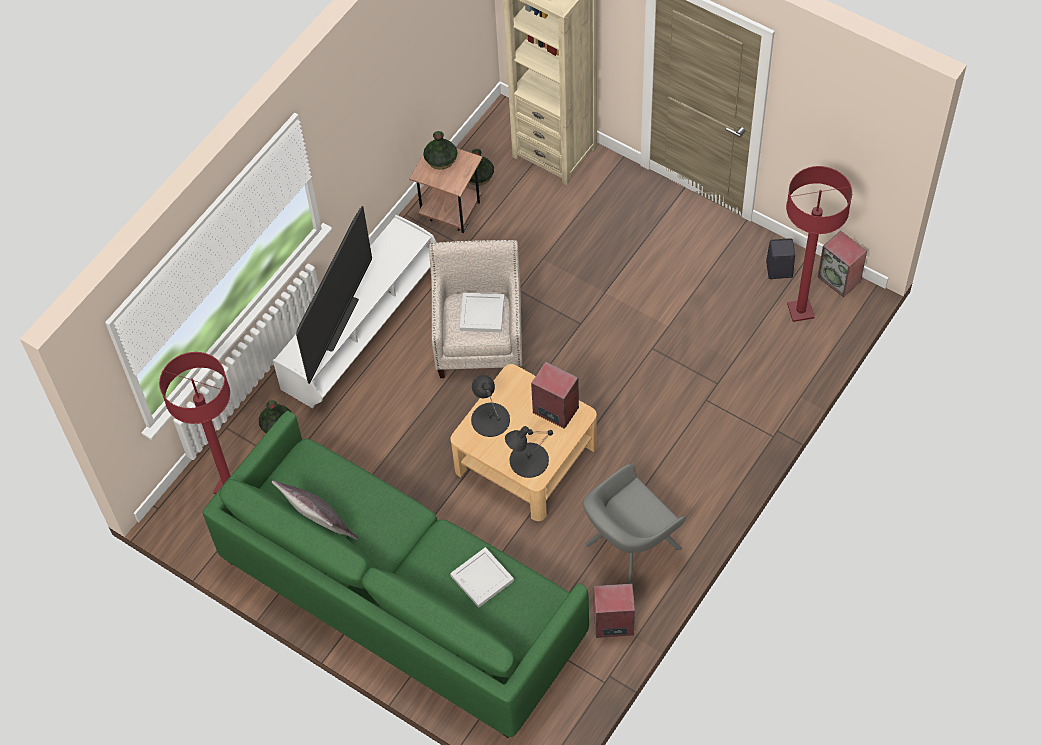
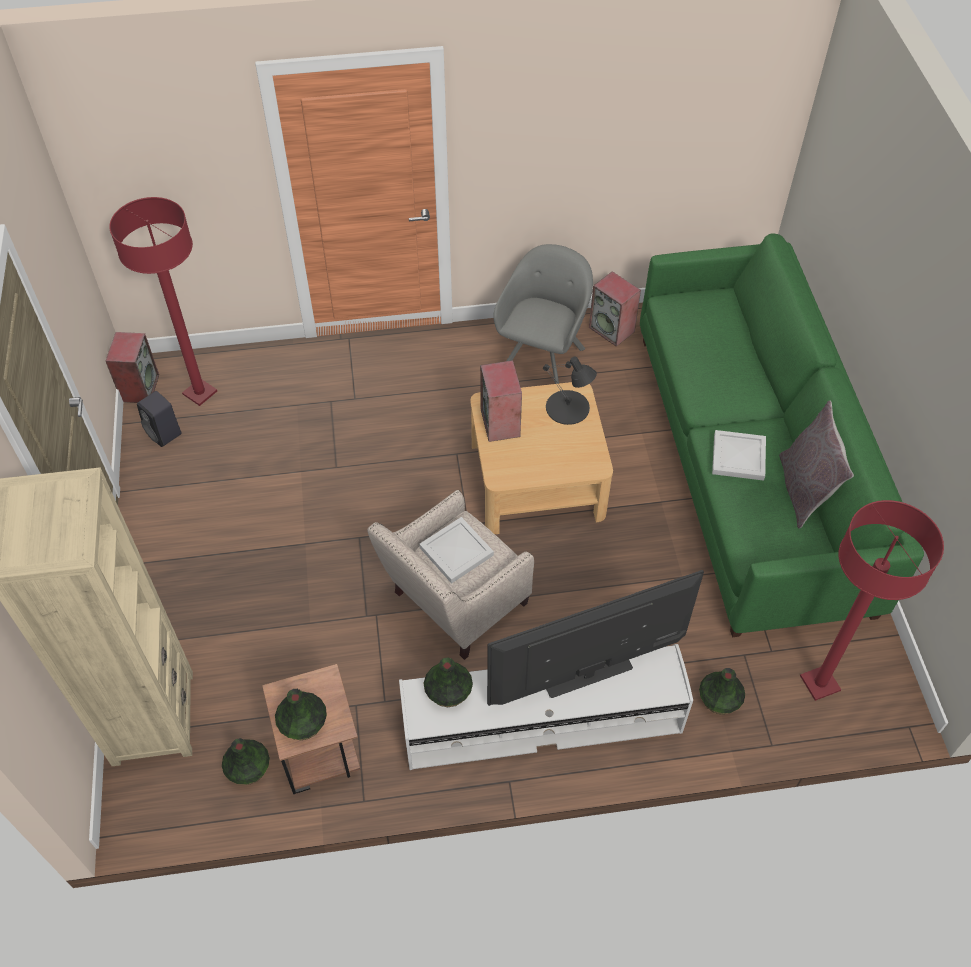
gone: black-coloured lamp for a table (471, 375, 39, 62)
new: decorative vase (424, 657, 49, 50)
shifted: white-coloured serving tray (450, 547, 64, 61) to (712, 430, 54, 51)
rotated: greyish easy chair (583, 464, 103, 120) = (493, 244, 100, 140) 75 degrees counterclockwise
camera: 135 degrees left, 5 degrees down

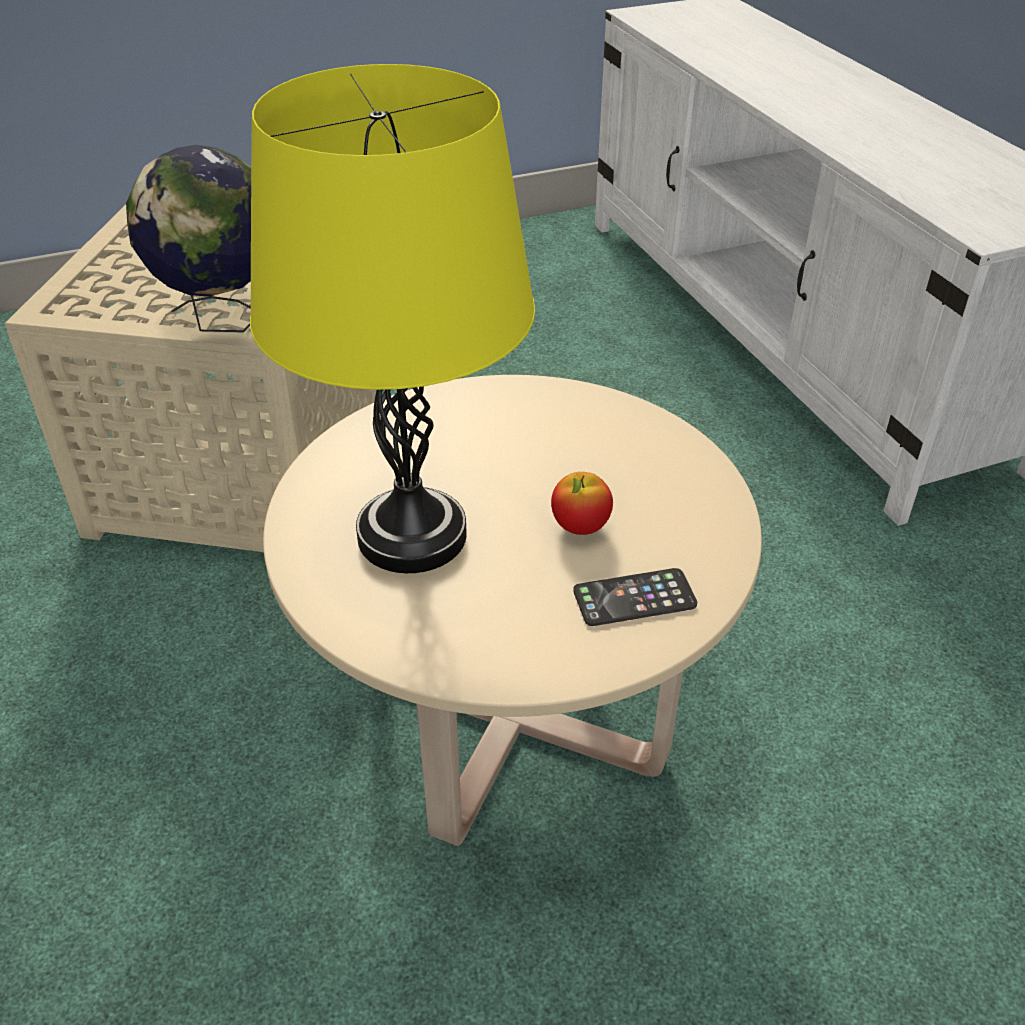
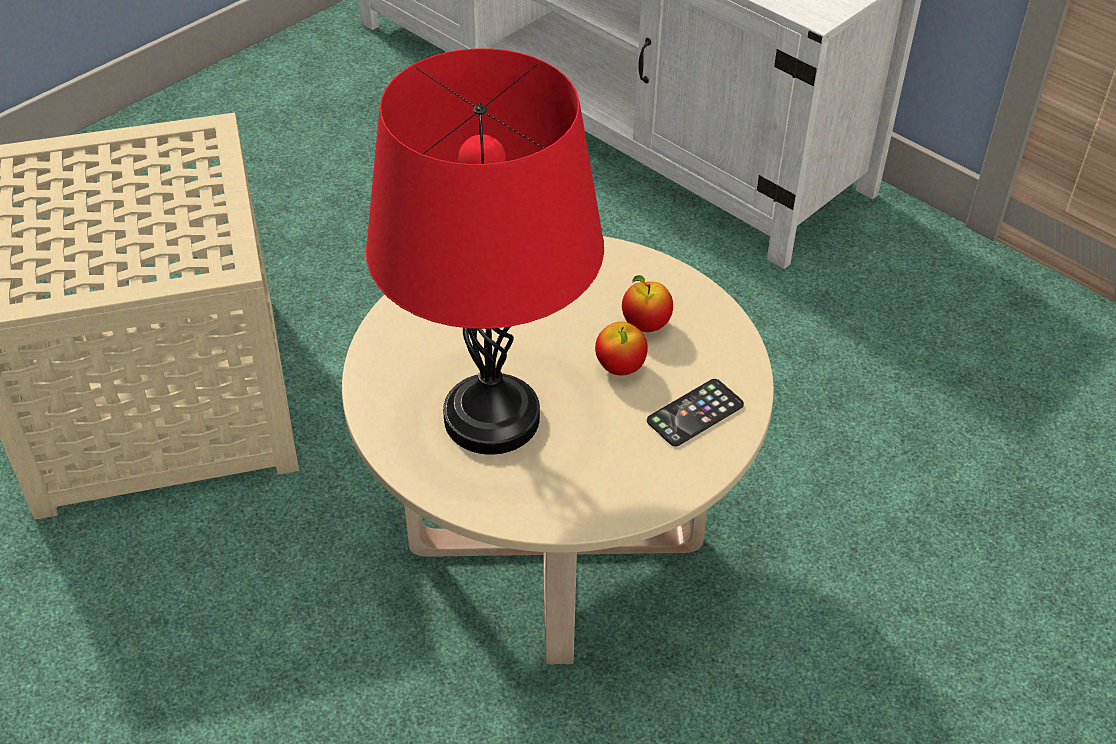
gone: world globe (126, 145, 125, 187)
new: whole apple (622, 275, 51, 57)
repainted: yellowish lamp for a table (250, 64, 285, 509) to red-coloured lamp for a table (366, 48, 238, 407)
camera: 25 degrees left, 5 degrees up

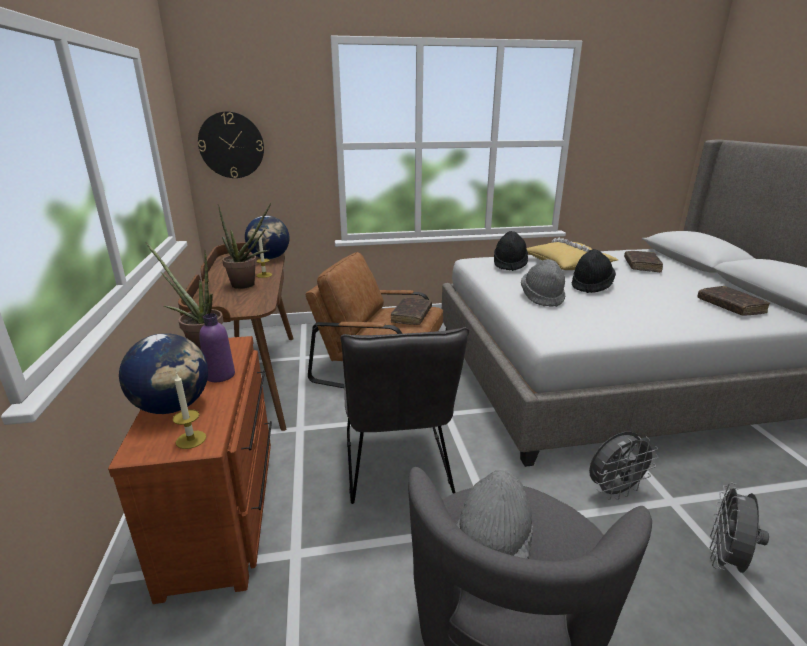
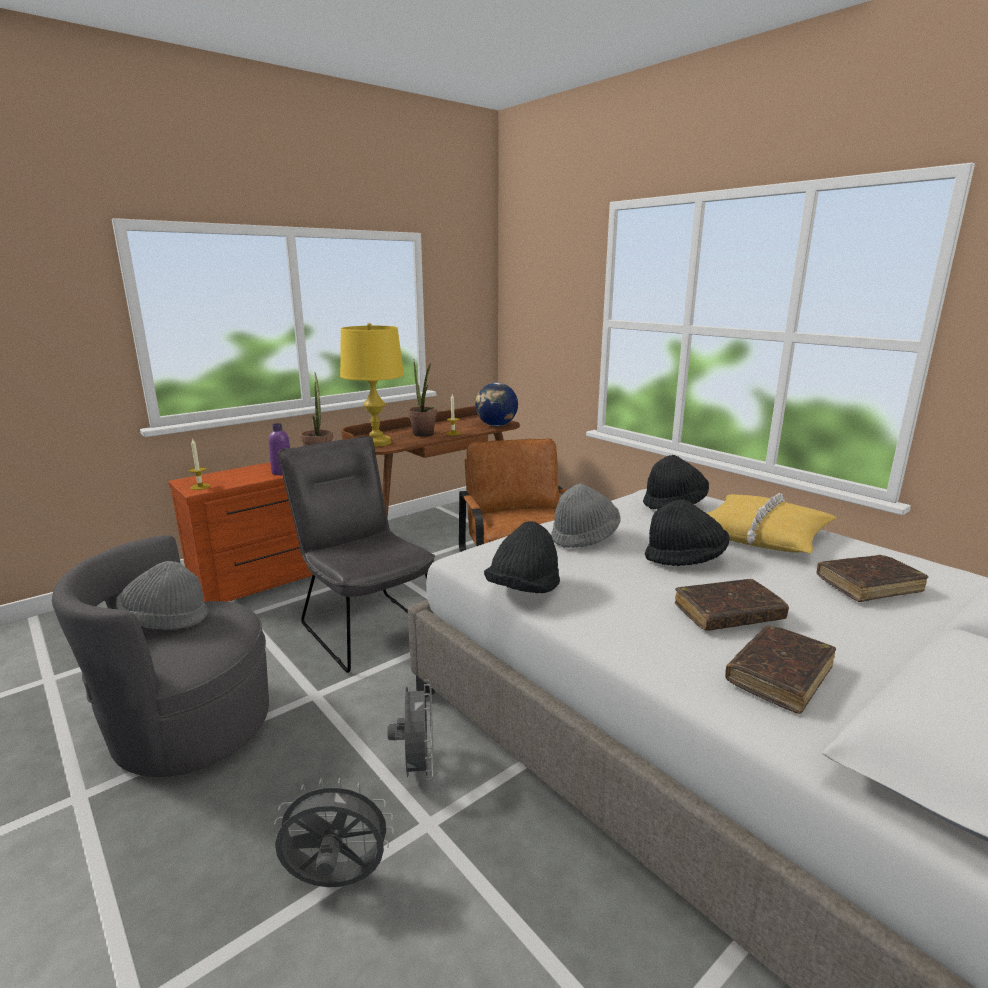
gone: world globe (119, 333, 89, 81); clock on the wall (198, 111, 66, 67)
new: yellowish lamp for a table (340, 323, 64, 124); black-coloured clothing hat (484, 521, 76, 72)
shifted: brown-coloured bound book (390, 298, 42, 27) to (675, 579, 114, 52)
rotated: greyish chair (340, 327, 129, 177) = (278, 436, 157, 237) 90 degrees clockwise; greyish fan (589, 432, 70, 68) = (387, 680, 47, 101) 135 degrees counterclockwise
camera: 60 degrees right, 5 degrees down

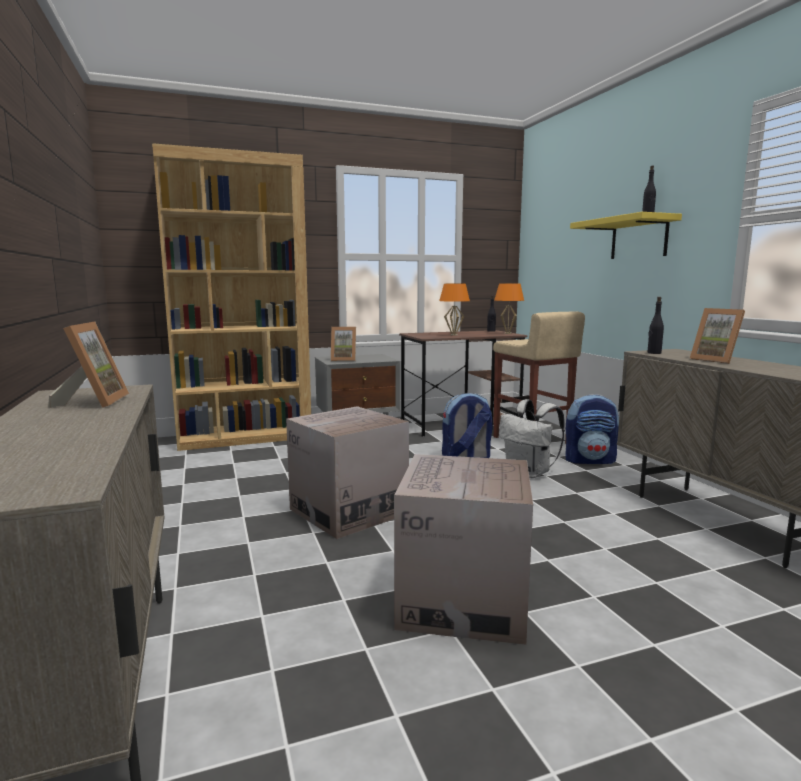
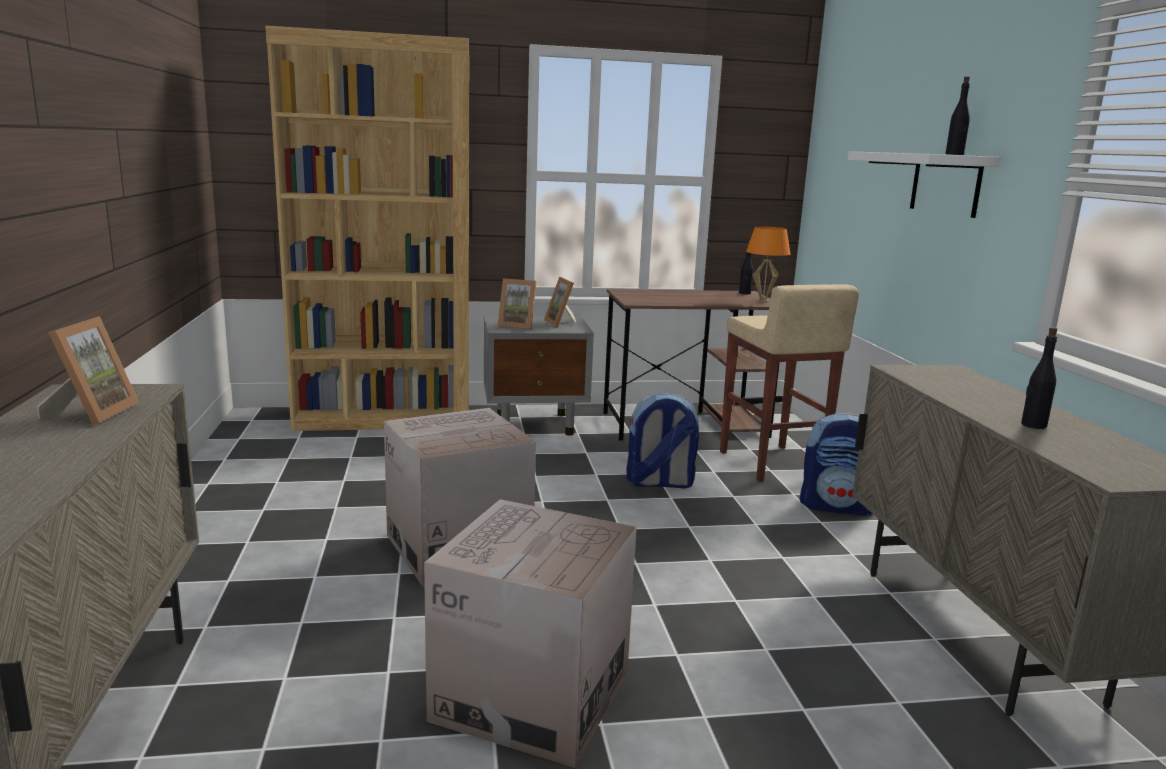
gone: orange-coloured lamp for a table (439, 284, 31, 51); white-coloured rucksack (499, 399, 66, 79)
shifted: picture frame (690, 308, 55, 56) to (544, 276, 32, 52); black-coloured bottle (647, 297, 17, 57) to (1021, 327, 36, 102)
repainted: yellowish wall shelf (570, 212, 112, 47) to white-coloured wall shelf (848, 151, 152, 67)
camera: 10 degrees right, 5 degrees up

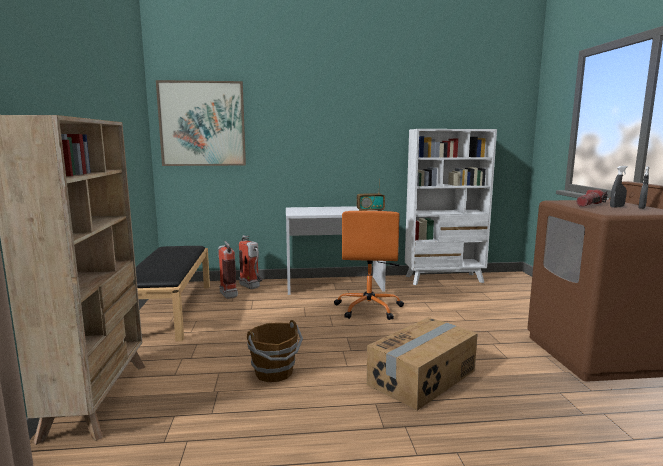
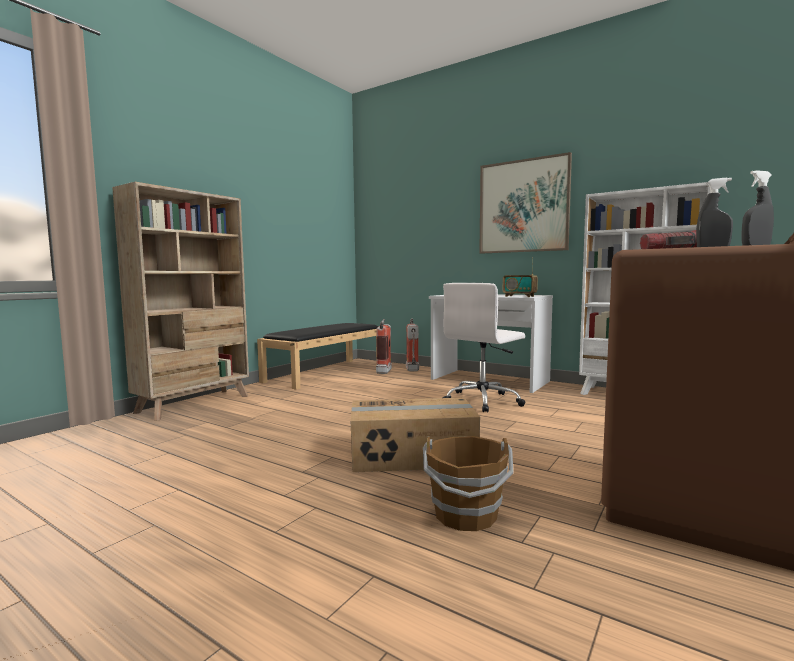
shifted: brown-coloured bucket (247, 320, 56, 62) to (423, 436, 91, 95); wall picture (156, 80, 90, 86) to (479, 152, 93, 102)
repainted: orange-coloured computer chair (334, 211, 70, 109) to white-coloured computer chair (443, 283, 82, 129)
camera: 40 degrees right, 5 degrees down

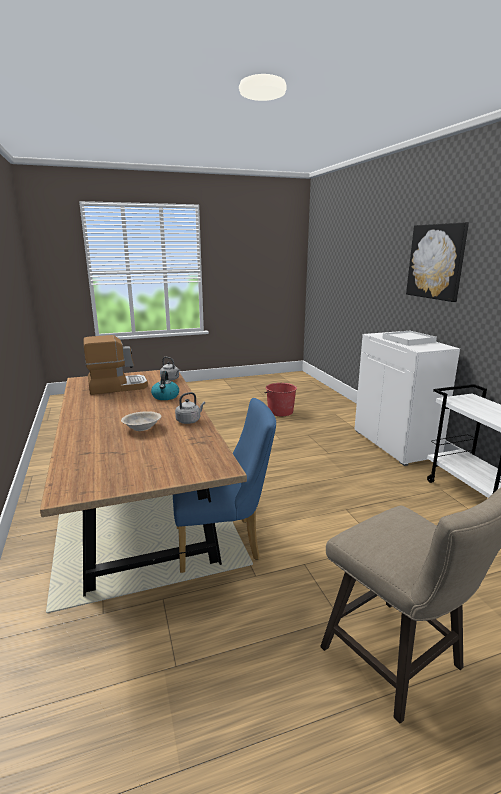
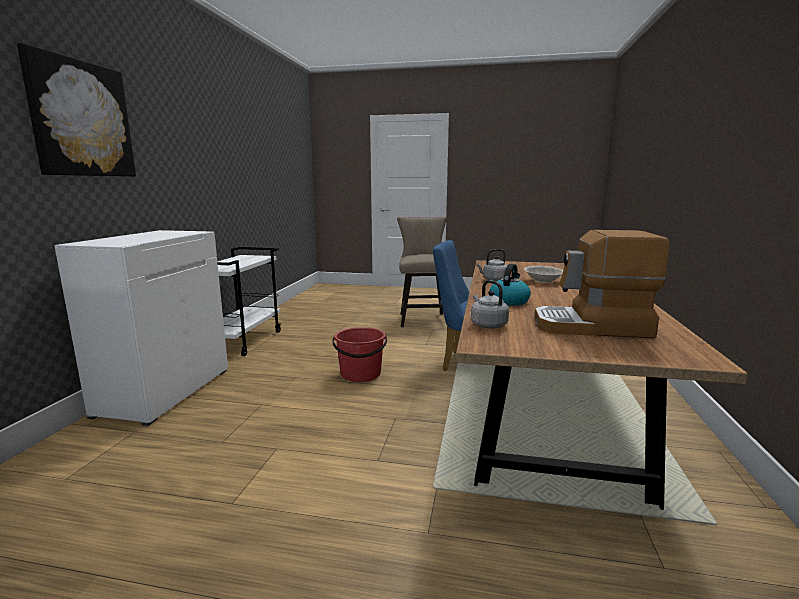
gone: white-coloured serving tray (382, 331, 55, 15)
shifted: red-coloured bucket (264, 383, 33, 33) to (332, 327, 55, 55)
camera: 150 degrees left, 5 degrees down

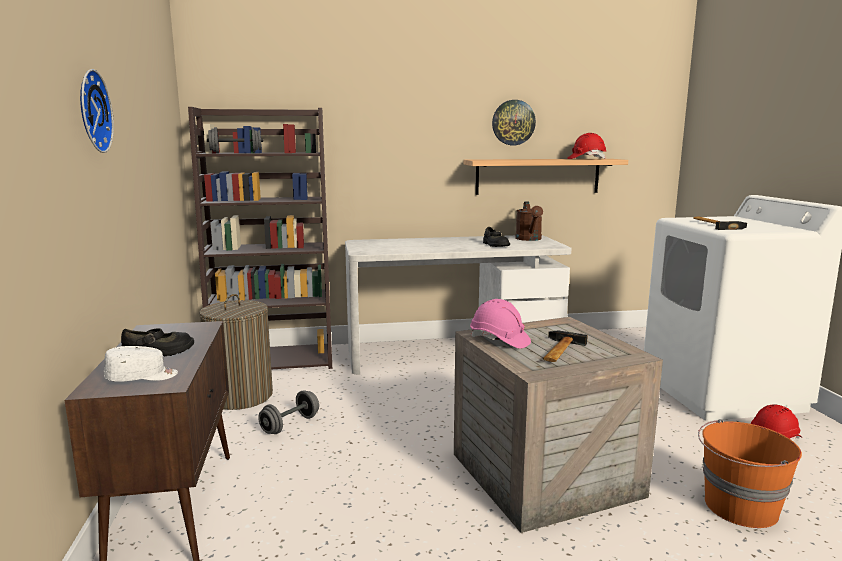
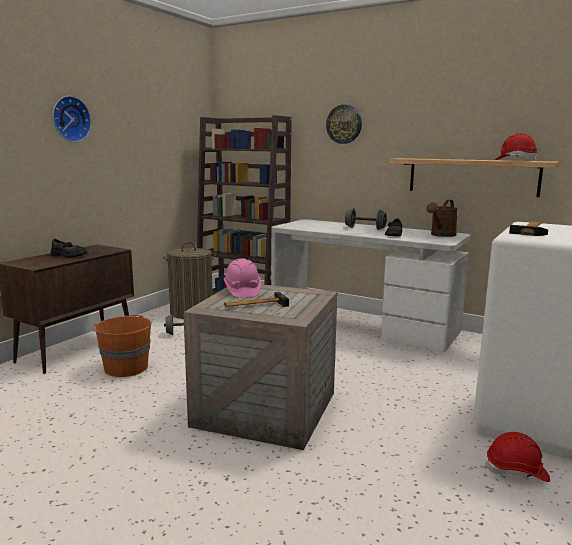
gone: white-coloured peaked cap (104, 346, 74, 36)
shifted: orange-coloured bucket (698, 419, 104, 109) to (92, 315, 60, 62); clock on the wall (492, 100, 44, 45) to (326, 105, 36, 39); greyish dumbbell (207, 127, 56, 26) to (345, 208, 42, 22)
camera: 40 degrees right, 0 degrees up

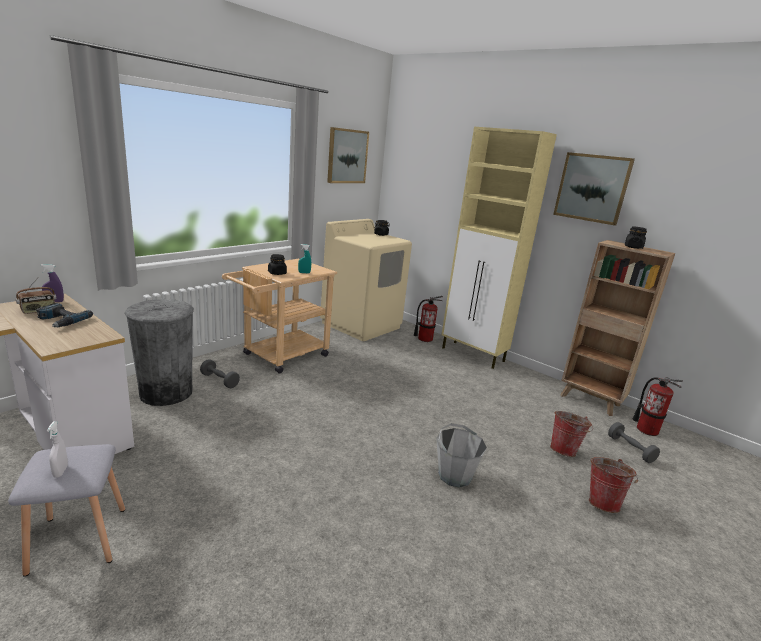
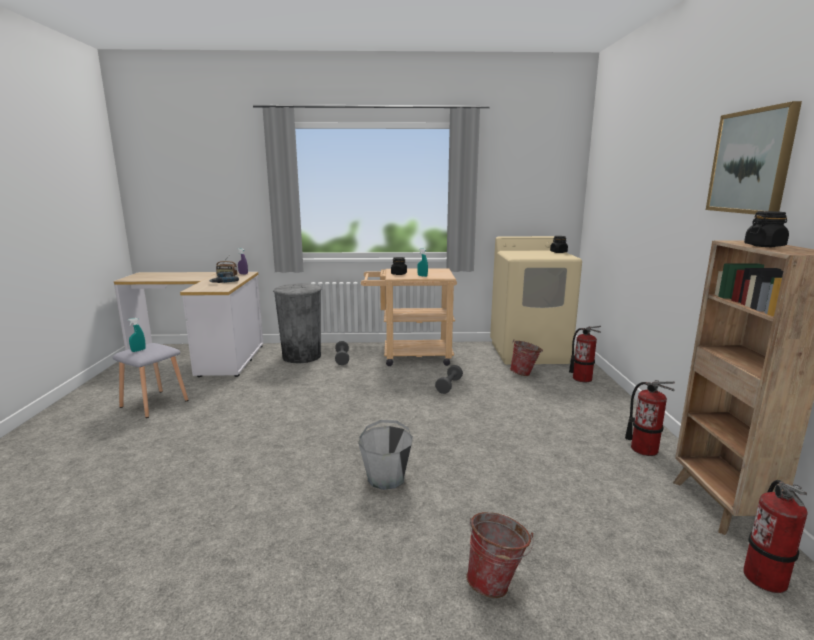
gone: wall picture (327, 127, 42, 56); beige-coloured storage cabinet (441, 127, 116, 242)
new: extinguisher (625, 380, 50, 76)
shifted: greyish dumbbell (608, 422, 52, 41) to (435, 365, 28, 29); bucket (550, 411, 43, 46) to (510, 340, 33, 36)
repainted: white-coloured hand sprayer (47, 421, 21, 57) to turquoise hand sprayer (128, 318, 18, 34)
camera: 50 degrees right, 5 degrees down

